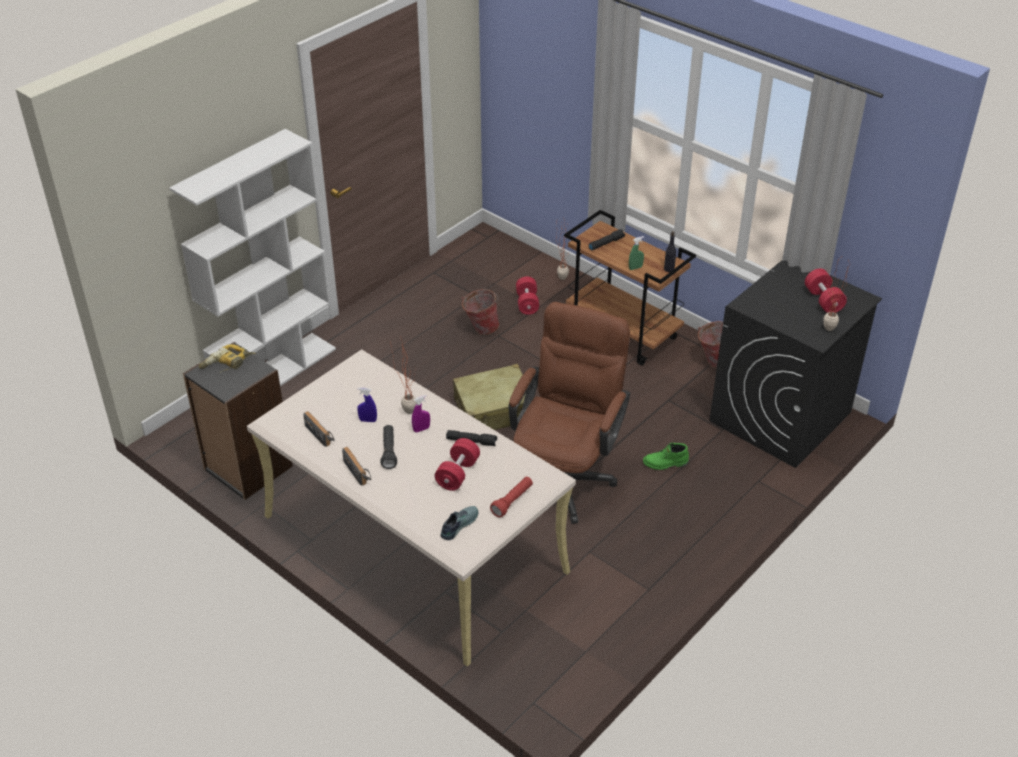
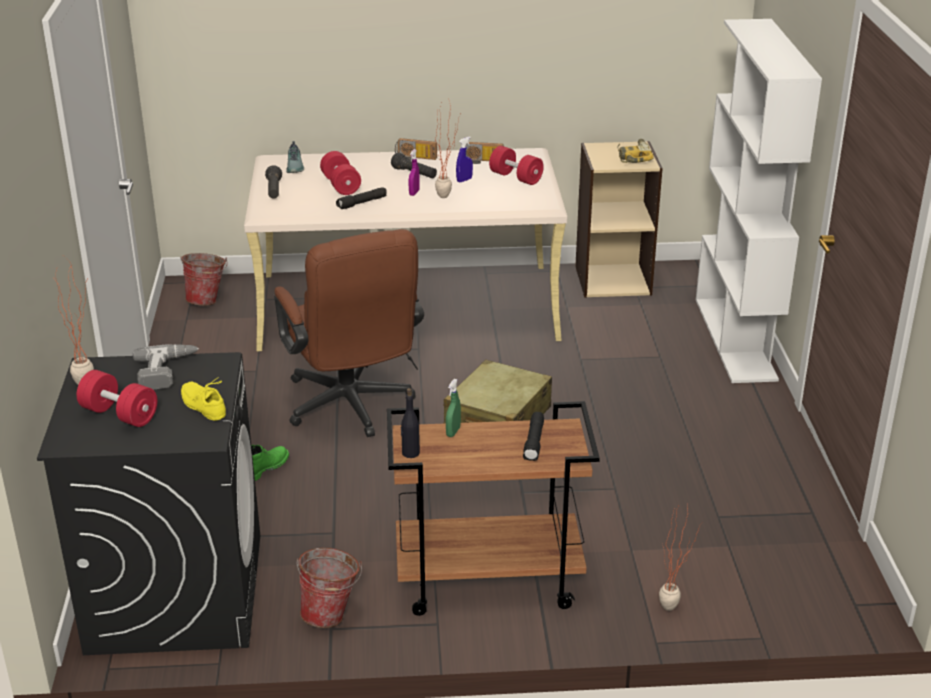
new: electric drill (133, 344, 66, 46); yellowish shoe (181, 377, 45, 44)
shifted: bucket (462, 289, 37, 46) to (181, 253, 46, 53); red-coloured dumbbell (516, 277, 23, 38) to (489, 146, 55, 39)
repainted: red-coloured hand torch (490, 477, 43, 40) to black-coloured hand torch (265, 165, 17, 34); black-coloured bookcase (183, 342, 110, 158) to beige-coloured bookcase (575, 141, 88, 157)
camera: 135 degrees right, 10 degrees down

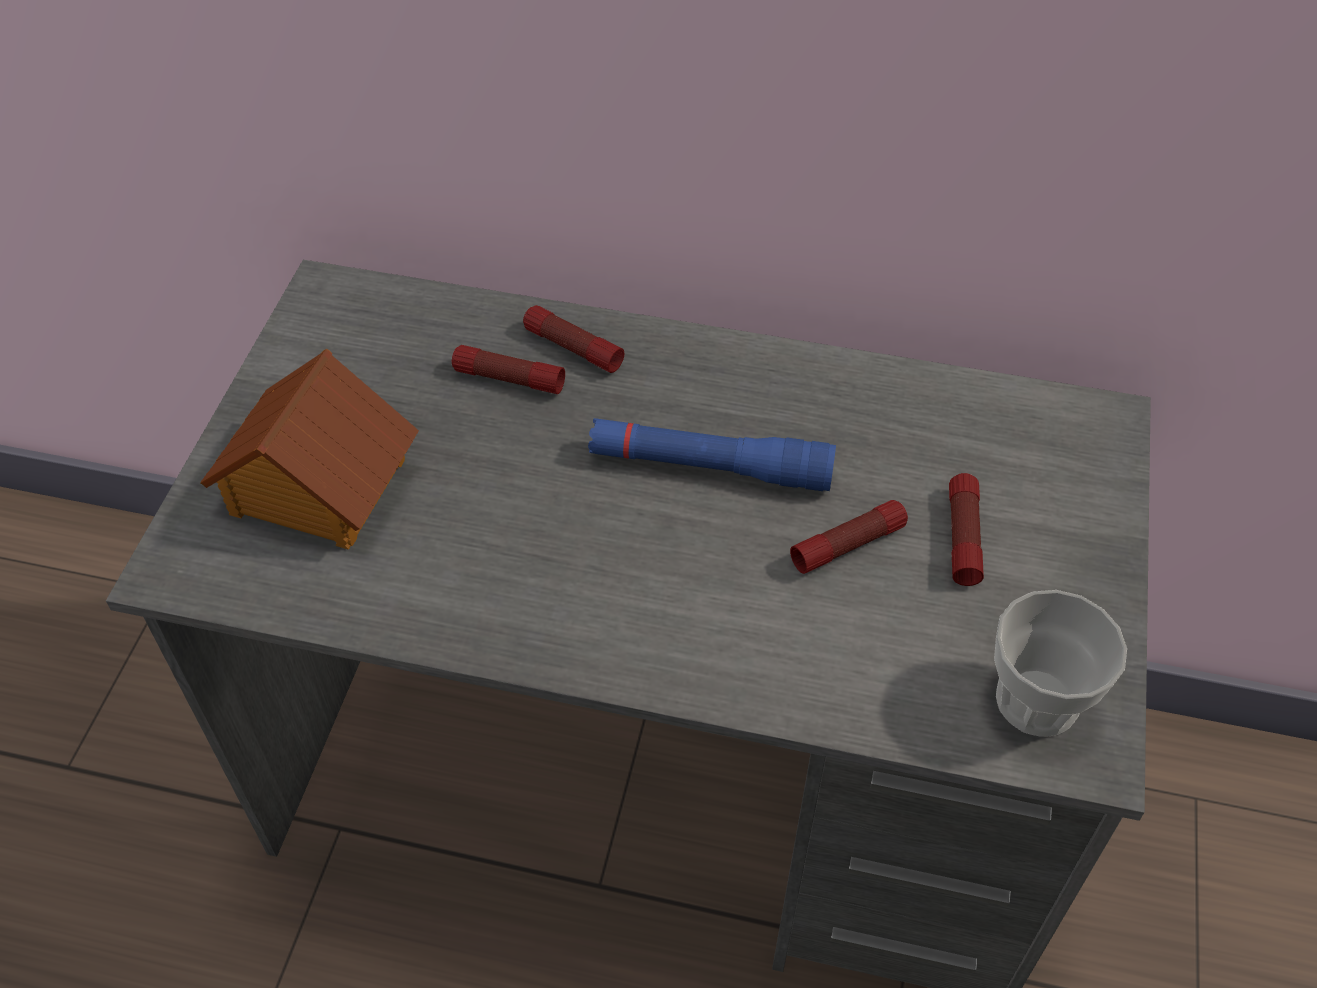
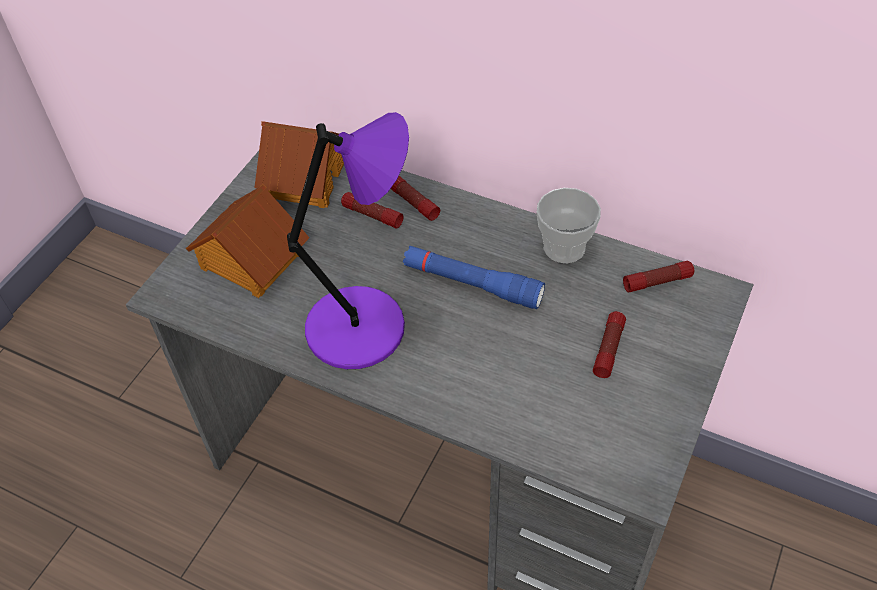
new: model house (254, 121, 90, 87); purple lamp for a table (287, 112, 122, 257)
shifted: drinking cup (994, 590, 133, 147) to (537, 188, 64, 75); hand torch (790, 500, 118, 74) to (623, 261, 71, 32)
camera: 15 degrees right, 0 degrees up

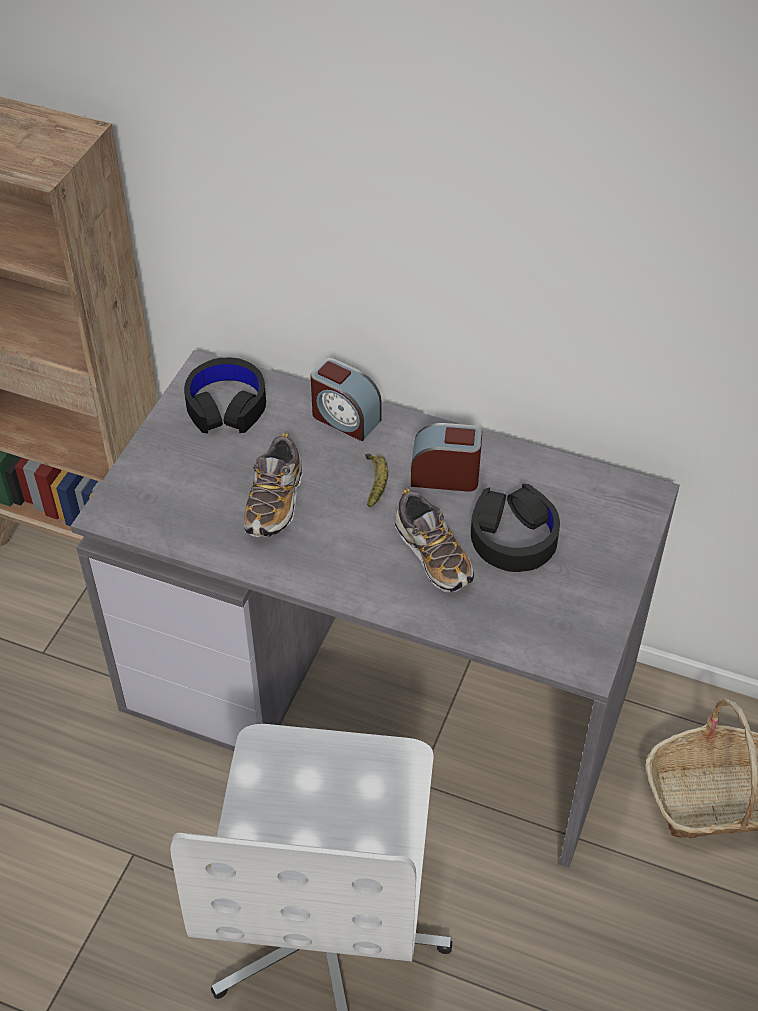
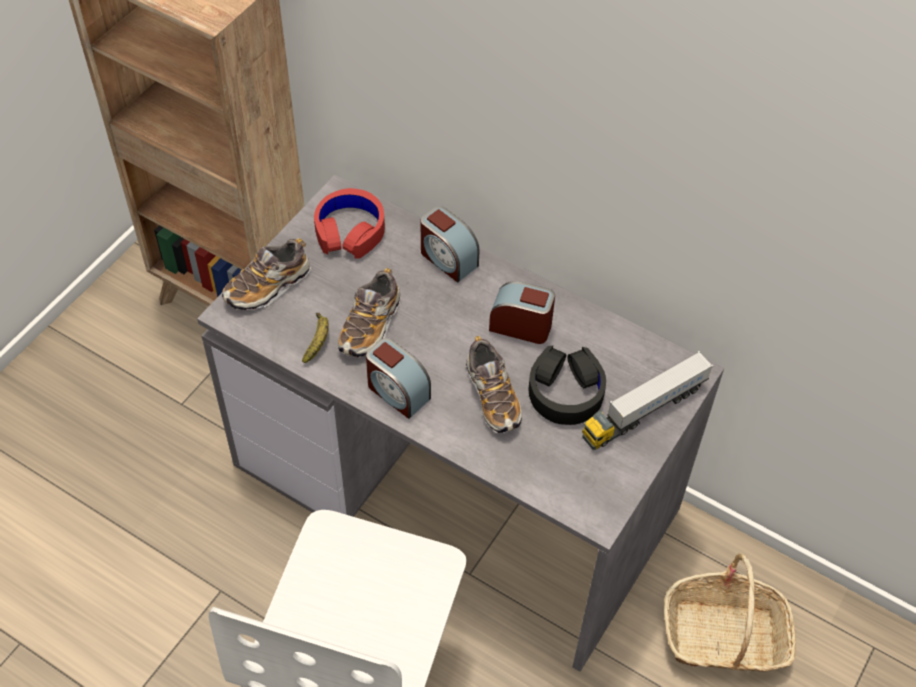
new: shoe (222, 238, 89, 72); table clock (366, 338, 65, 81); toy lorry (582, 351, 131, 99)
shifted: banana (365, 453, 23, 55) to (302, 313, 27, 50)
repainted: black-coloured headphones (184, 358, 82, 76) to red-coloured headphones (314, 188, 71, 71)
camera: 10 degrees right, 5 degrees up

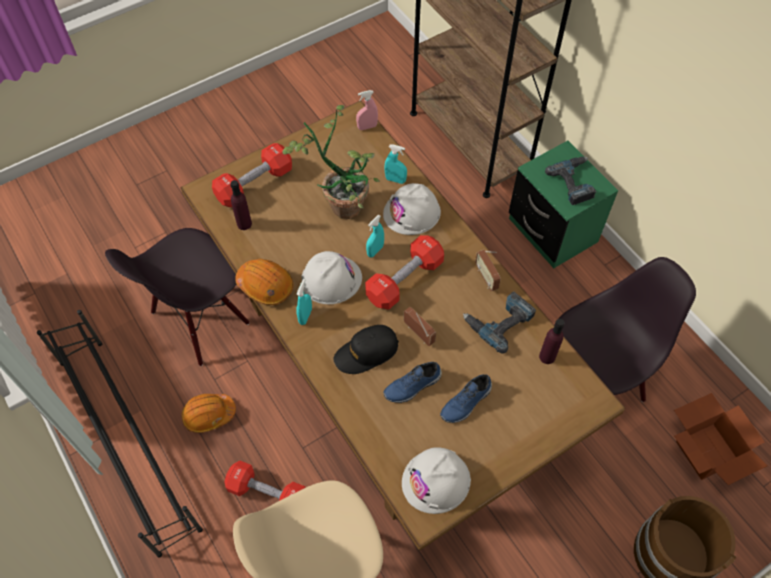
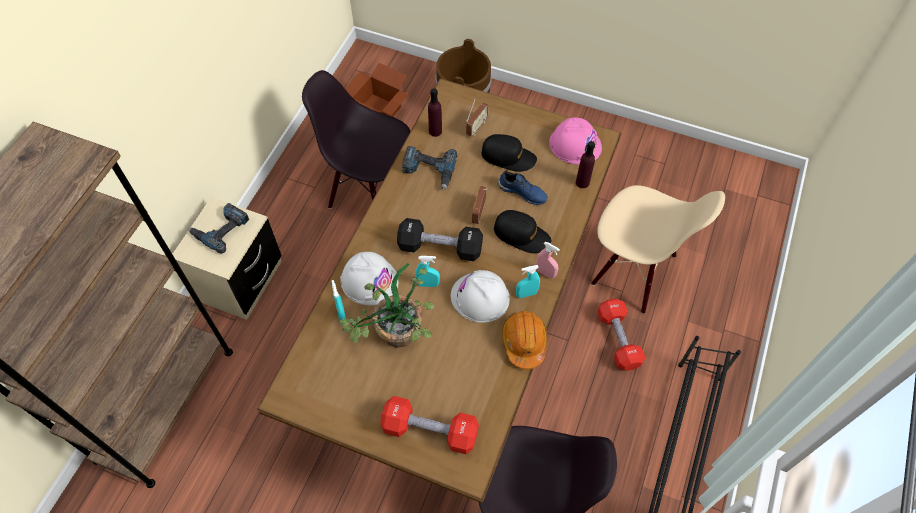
gone: orange-coloured safety helmet (181, 394, 55, 39)
shifted: radio (475, 250, 26, 41) to (466, 99, 23, 38); pinkish hand sprayer (356, 90, 22, 40) to (536, 242, 24, 37); purple bottle (230, 180, 22, 50) to (576, 141, 19, 47)
swapped: blue shoe (440, 374, 52, 49) to black-coloured peaked cap (482, 134, 55, 38)
repainted: greenish nightstand (509, 141, 109, 127) to beige-coloured nightstand (173, 197, 109, 123); red-coloured dumbbell (365, 235, 79, 75) to black-coloured dumbbell (397, 218, 86, 43); white-coloured safety helmet (402, 447, 69, 67) to pinkish safety helmet (549, 117, 53, 48)
camera: 125 degrees left, 0 degrees up

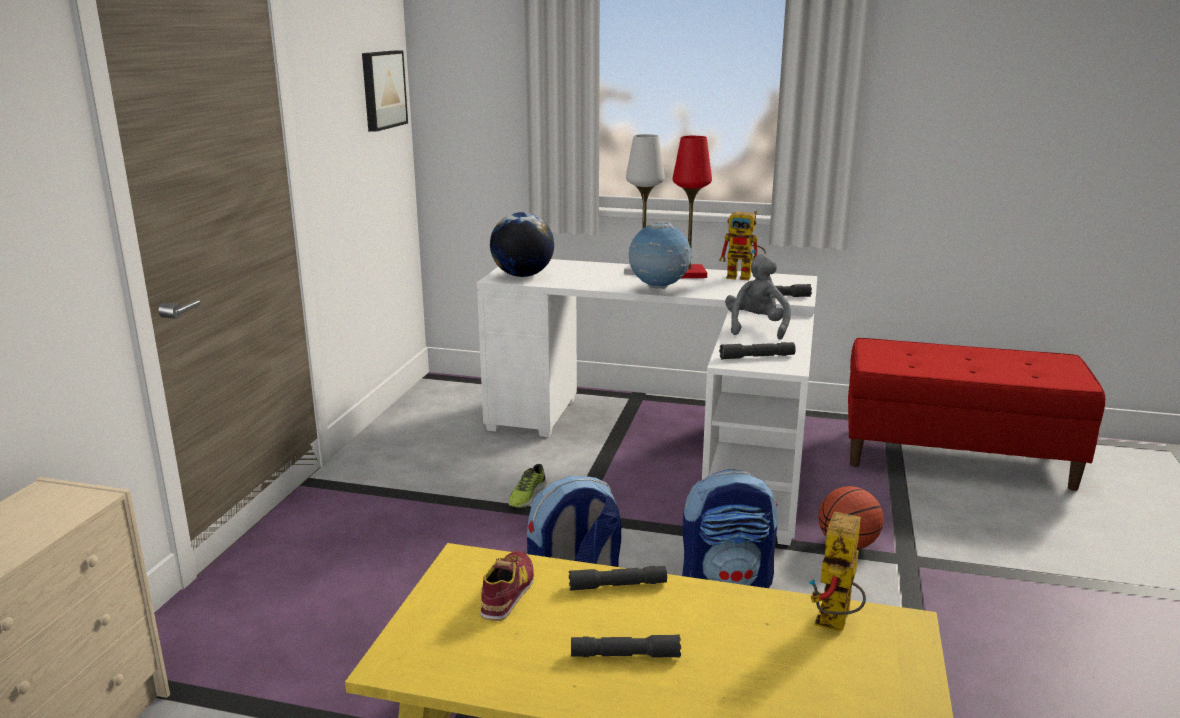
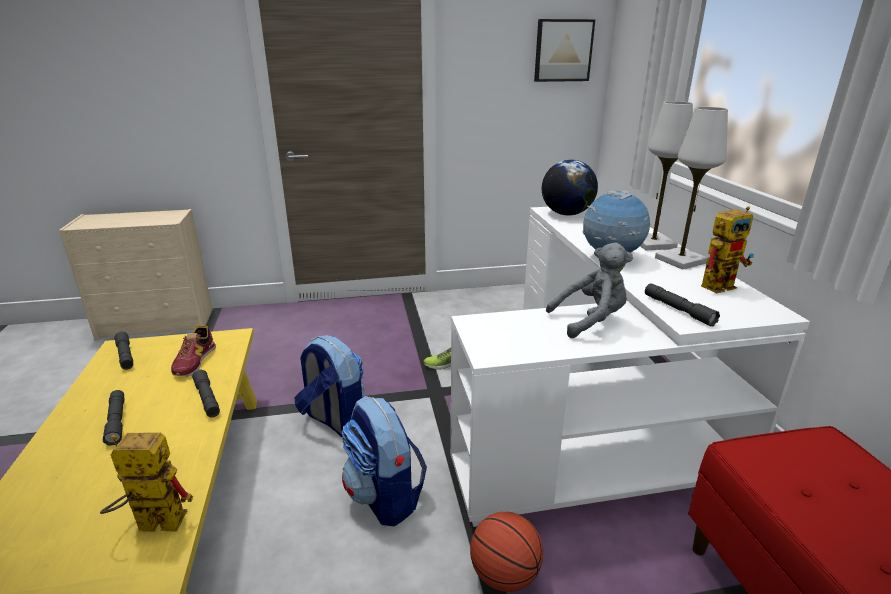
shifted: greyish hand torch (719, 342, 77, 18) to (114, 331, 19, 39)
repainted: red-coloured lamp for a table (673, 136, 39, 142) to white-coloured lamp for a table (655, 107, 73, 163)
rotated: shoe (480, 551, 54, 70) = (171, 325, 45, 52) 105 degrees clockwise; robot figure (719, 211, 47, 69) = (701, 206, 53, 87) 105 degrees counterclockwise
camera: 65 degrees right, 5 degrees up

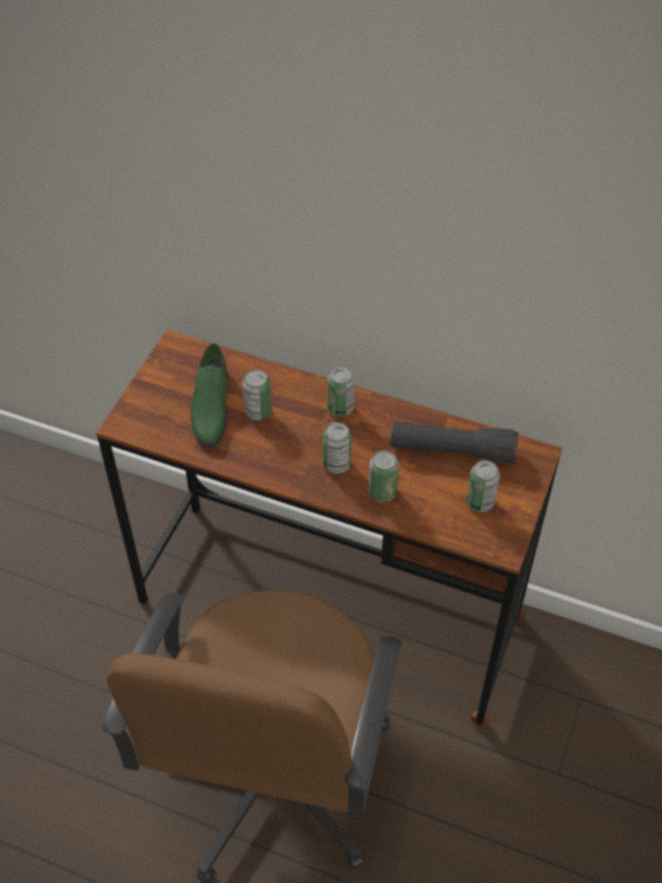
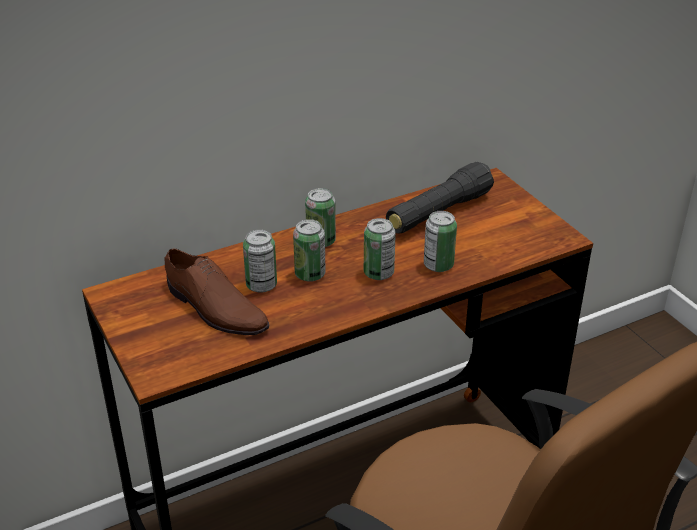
shifted: metal can (466, 460, 34, 52) to (293, 219, 33, 63)
repainted: greenish shoe (191, 343, 37, 104) to brown-coloured shoe (165, 248, 104, 87)
camera: 50 degrees left, 15 degrees down

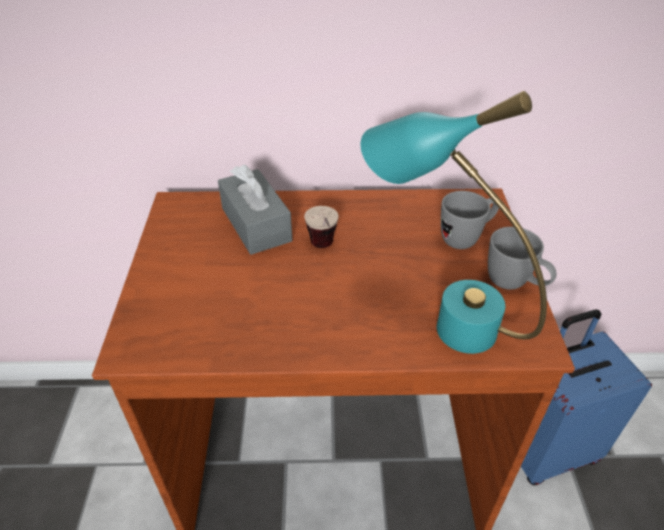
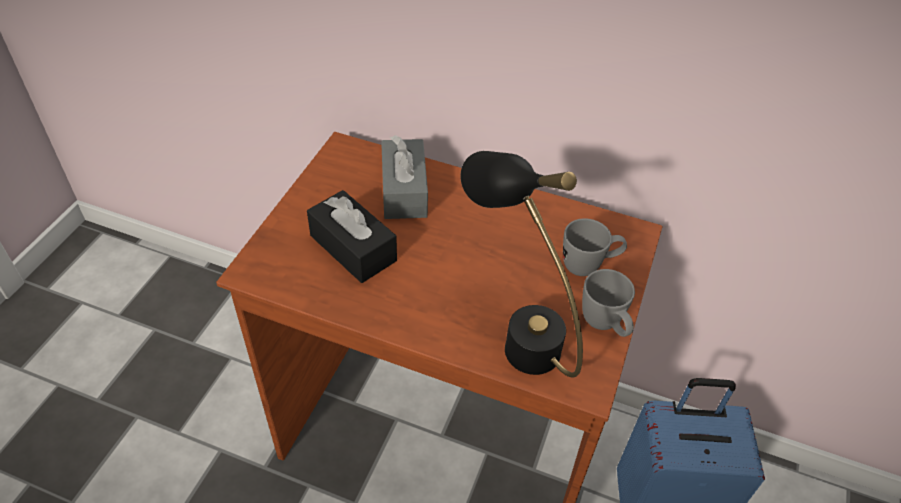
gone: drinking cup (304, 206, 34, 42)
new: black-coloured tissue box (307, 190, 90, 93)
repainted: turquoise lamp for a table (361, 91, 186, 263) to black-coloured lamp for a table (460, 151, 123, 227)
camera: 20 degrees right, 5 degrees up

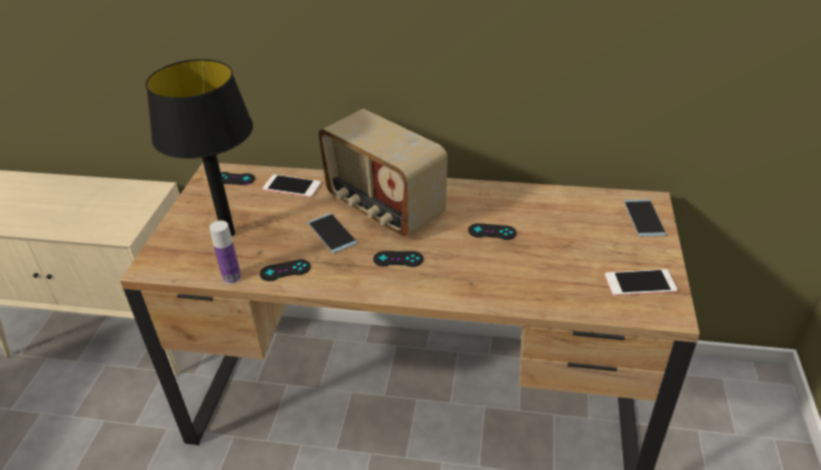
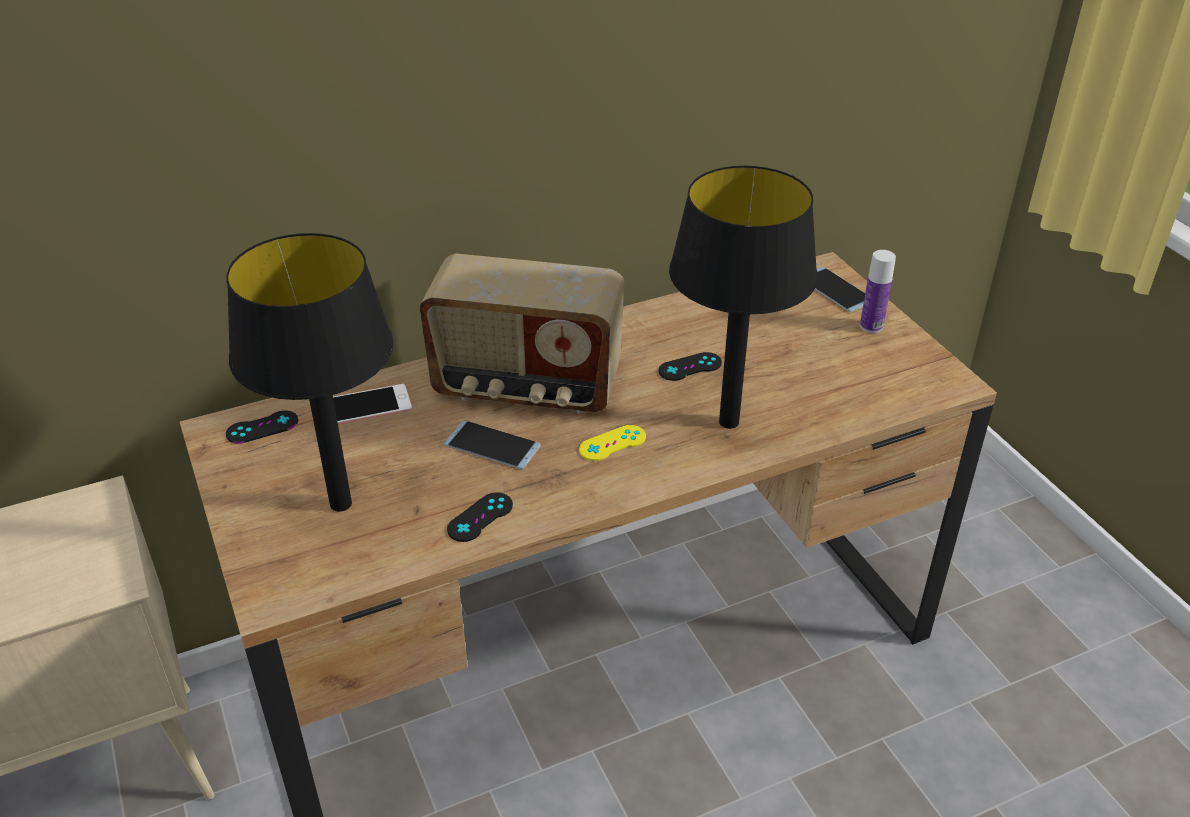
gone: handset (605, 269, 73, 27)
new: black-coloured lamp for a table (669, 166, 149, 263)
shifted: bottle (209, 220, 32, 64) to (860, 250, 36, 83)
repainted: black-coloured joypad (373, 251, 50, 16) to yellowish joypad (579, 425, 67, 36)
camera: 35 degrees left, 0 degrees up

